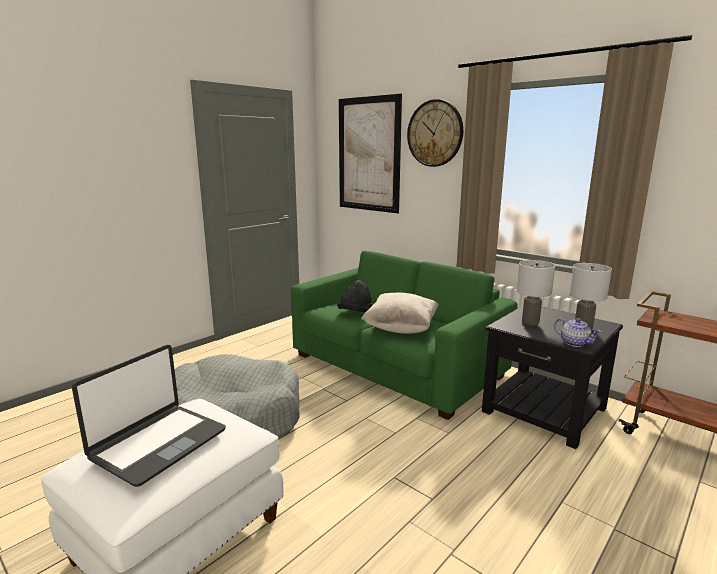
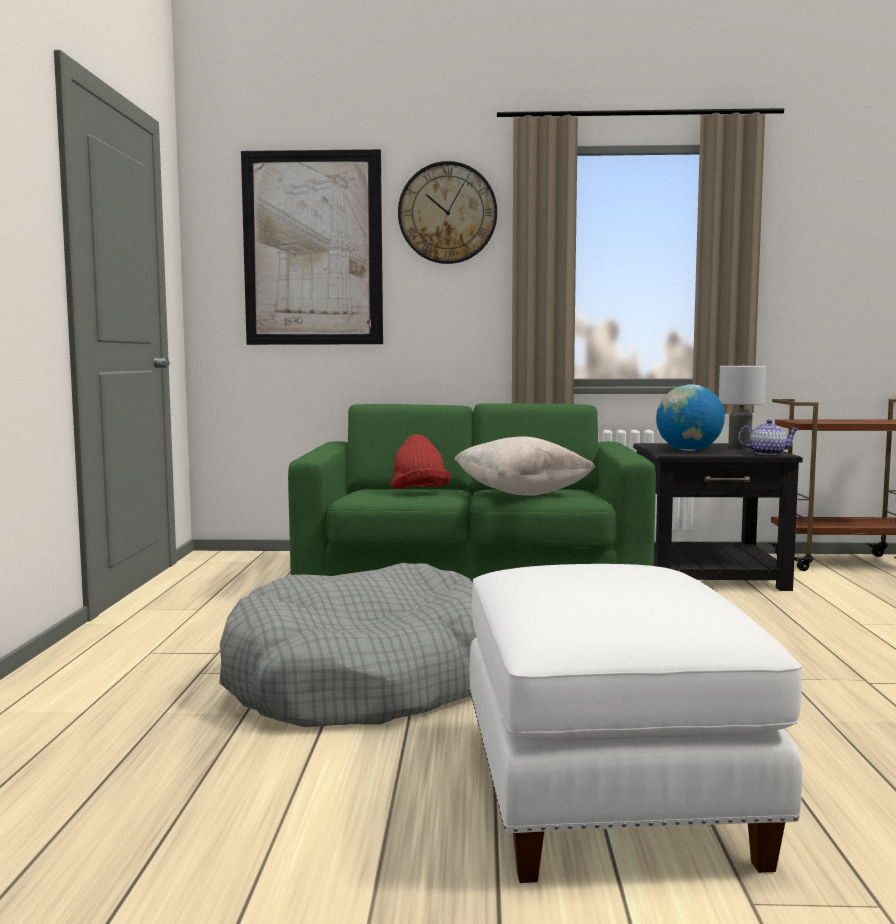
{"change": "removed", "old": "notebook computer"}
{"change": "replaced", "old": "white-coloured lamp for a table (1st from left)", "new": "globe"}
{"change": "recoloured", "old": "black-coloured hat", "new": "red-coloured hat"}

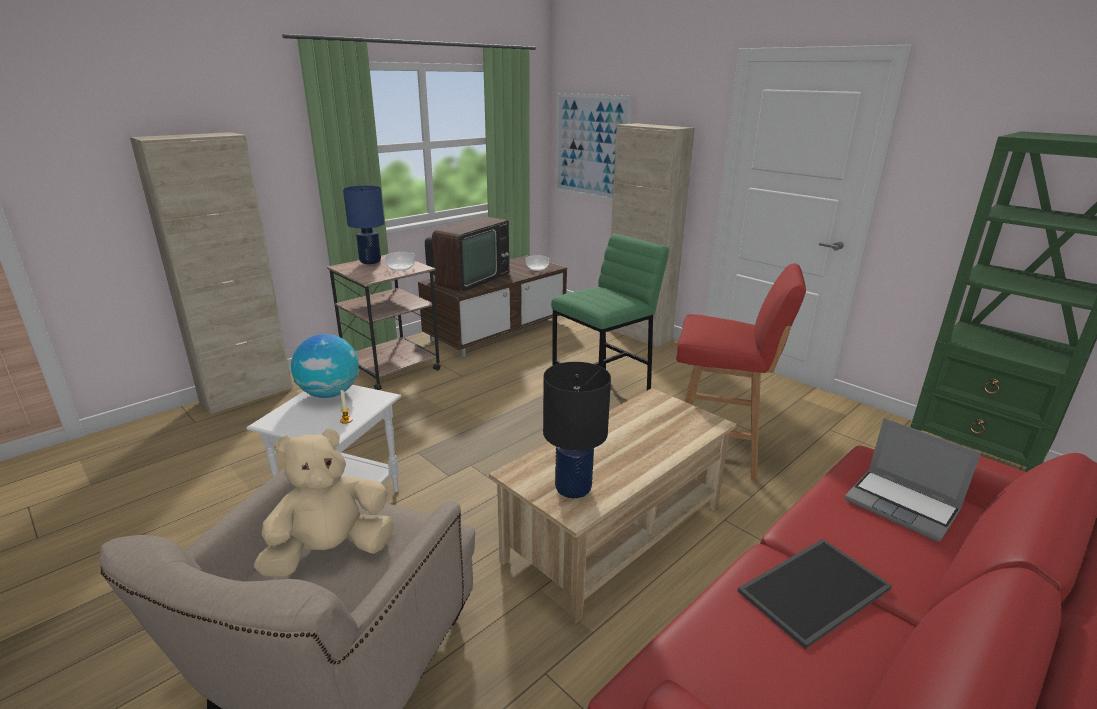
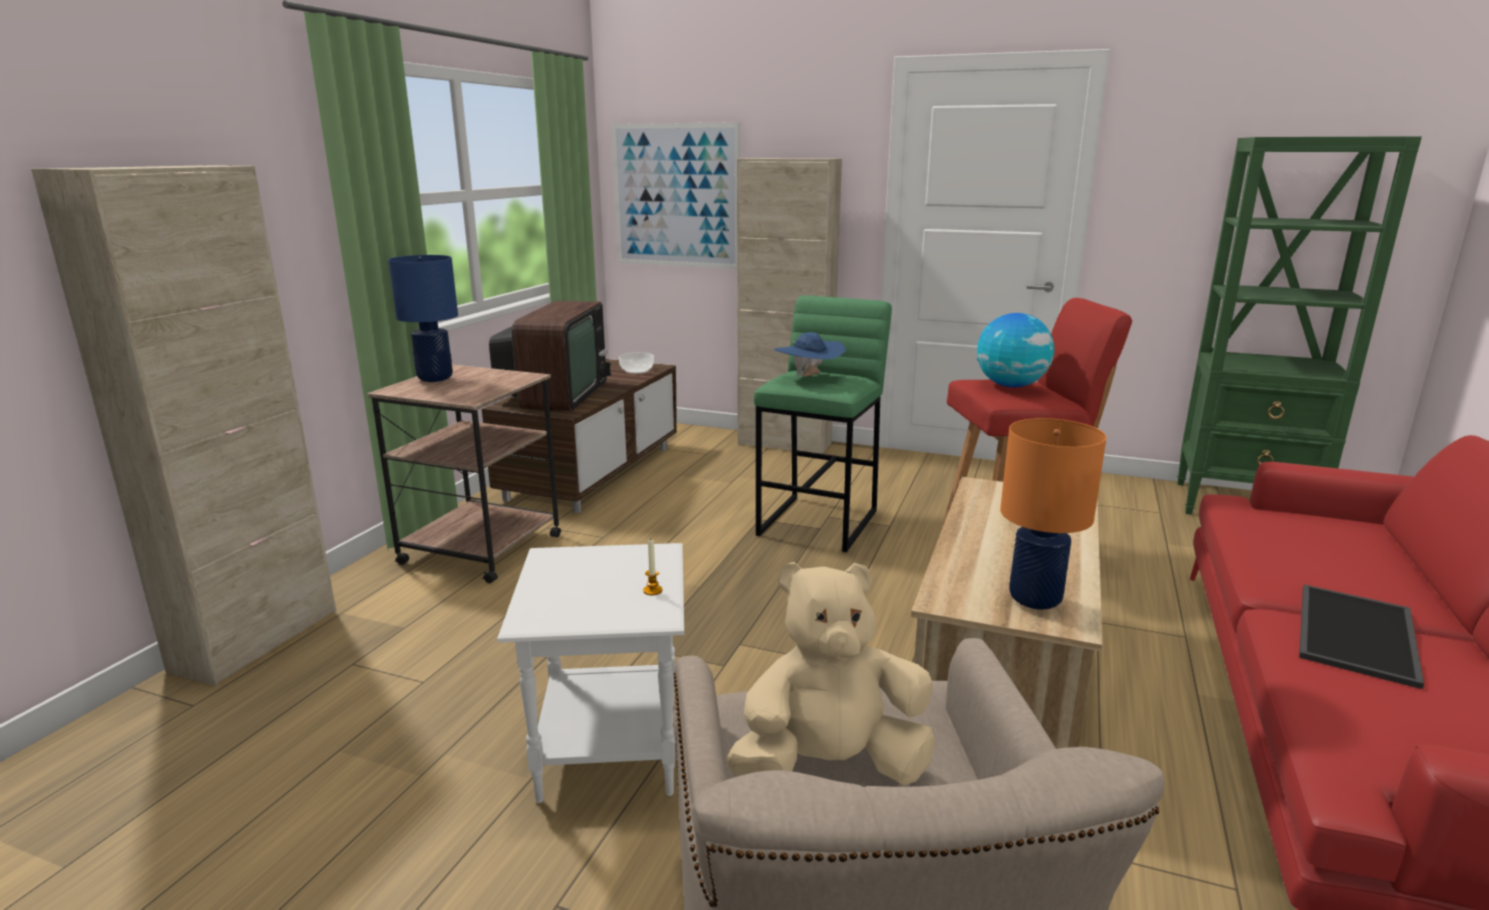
{"change": "removed", "old": "serving bowl (1st from left)"}
{"change": "removed", "old": "notebook computer"}
{"change": "added", "new": "blue-coloured hat"}
{"change": "moved", "old": "globe"}
{"change": "recoloured", "old": "black-coloured lamp for a table", "new": "orange-coloured lamp for a table"}
{"change": "turned", "old": "beige soft toy", "degrees": 45}

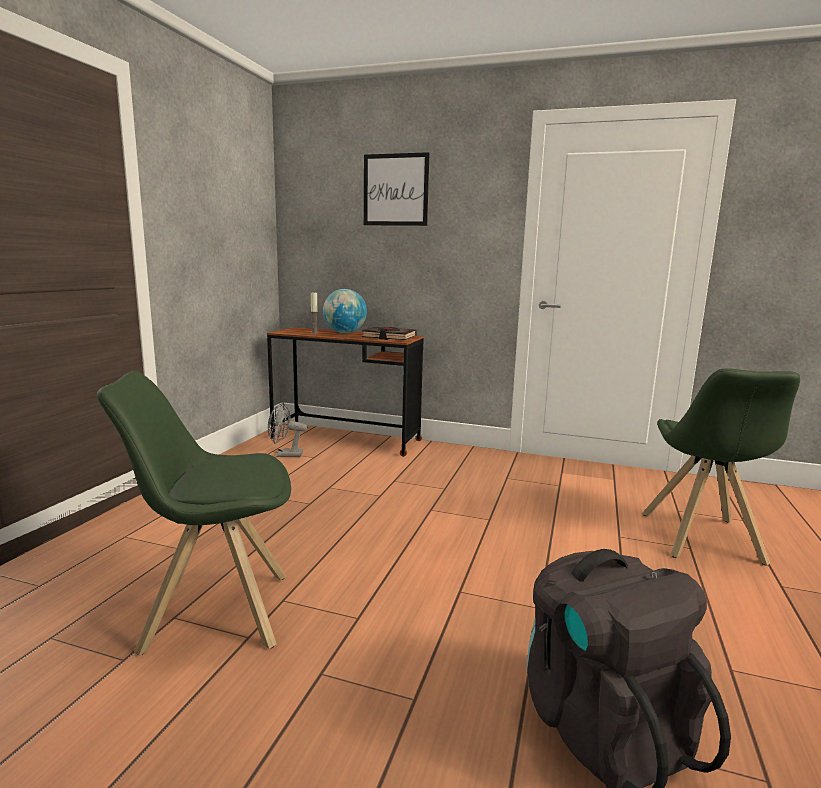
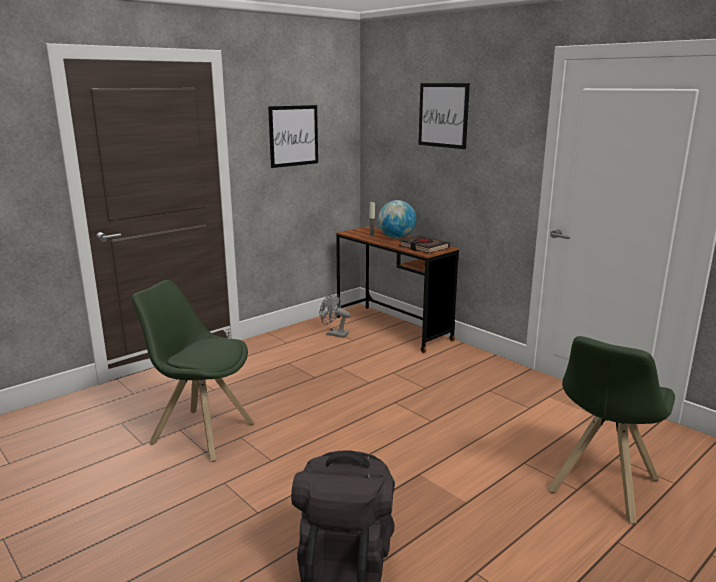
{"change": "added", "new": "wall picture (1st from left)"}

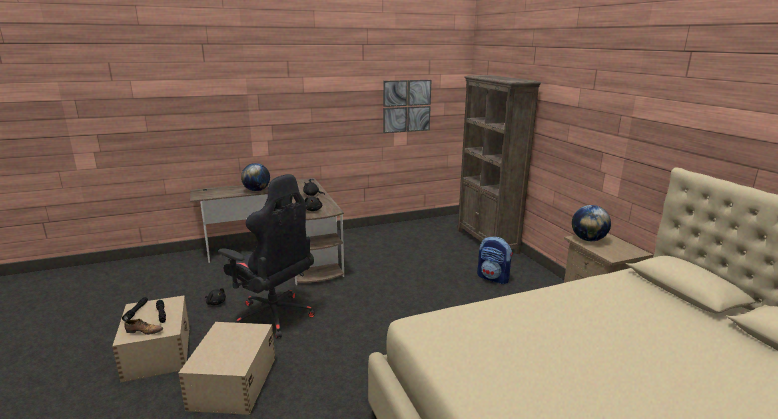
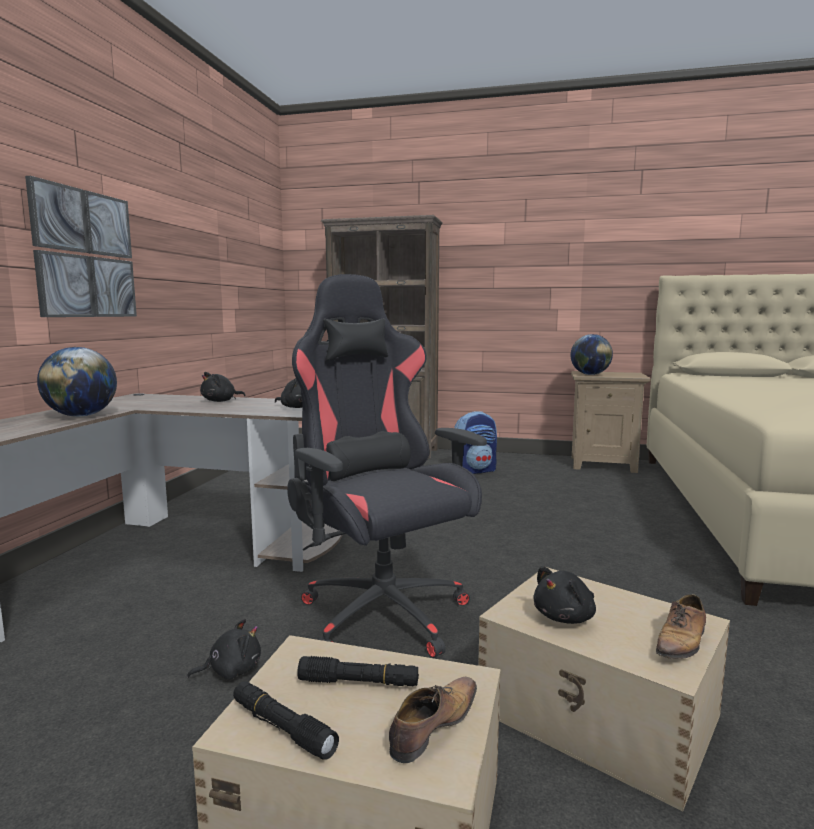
{"change": "added", "new": "black-coloured soft toy (4th from left)"}
{"change": "added", "new": "low shoe (2nd from left)"}
{"change": "moved", "old": "wall picture"}
{"change": "turned", "old": "black-coloured office chair", "degrees": -105}

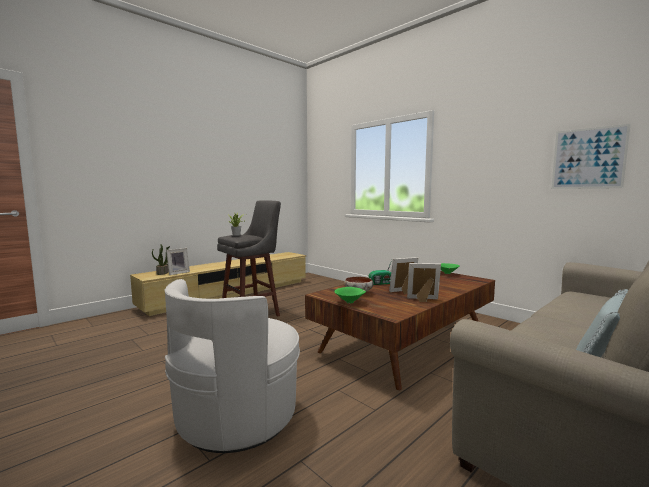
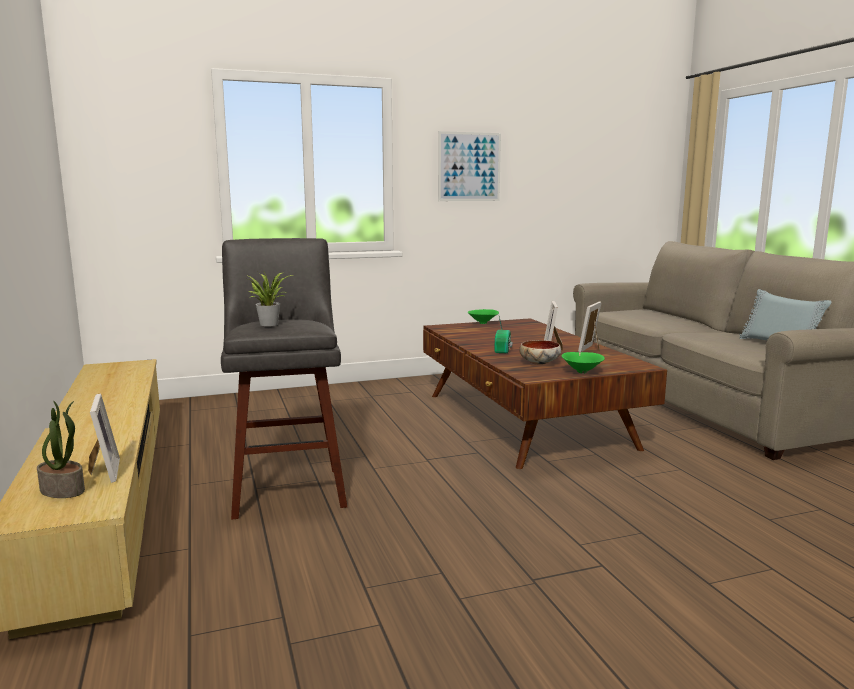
{"change": "removed", "old": "white-coloured lounge chair"}
{"change": "moved", "old": "wall picture"}

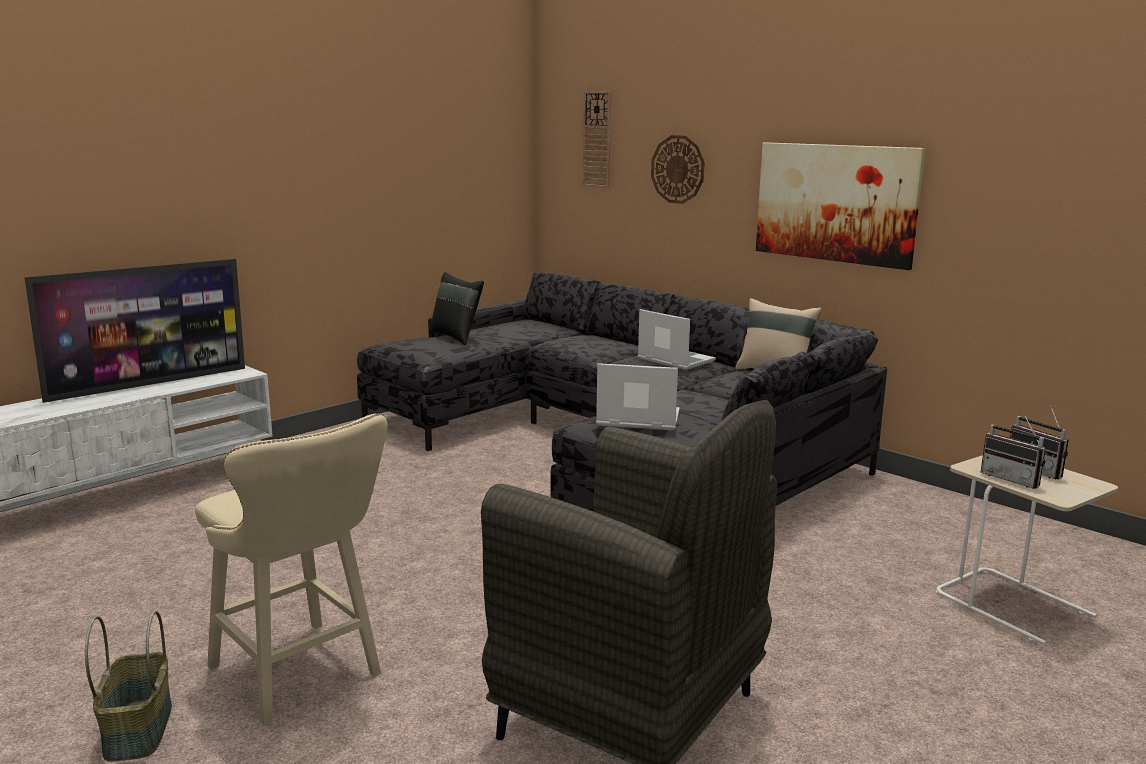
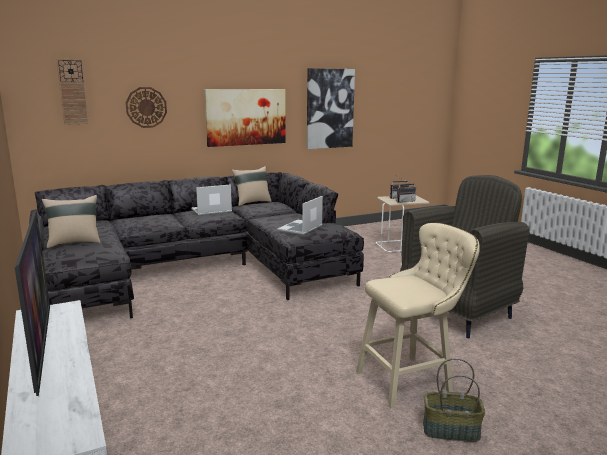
{"change": "added", "new": "wall picture (2nd from left)"}
{"change": "recoloured", "old": "black-coloured cushion", "new": "beige cushion (1st from left)"}

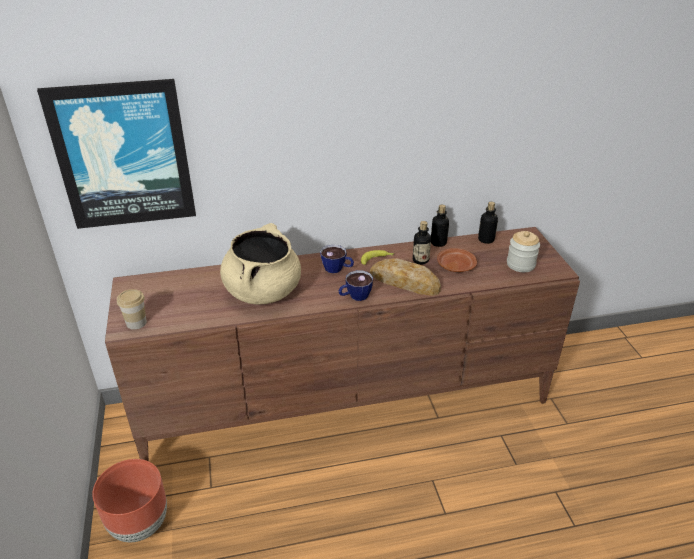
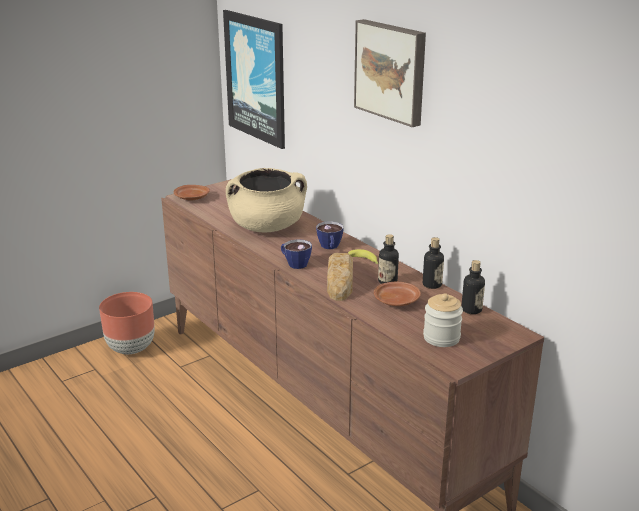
{"change": "added", "new": "wall picture (2nd from left)"}
{"change": "replaced", "old": "cup (1st from left)", "new": "brownish plate (1st from left)"}

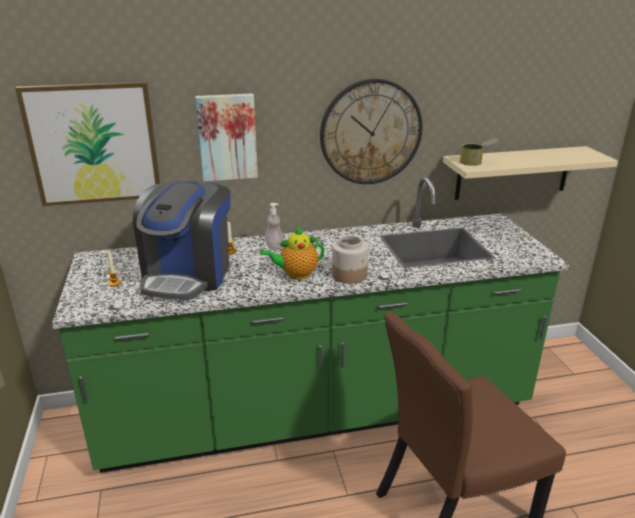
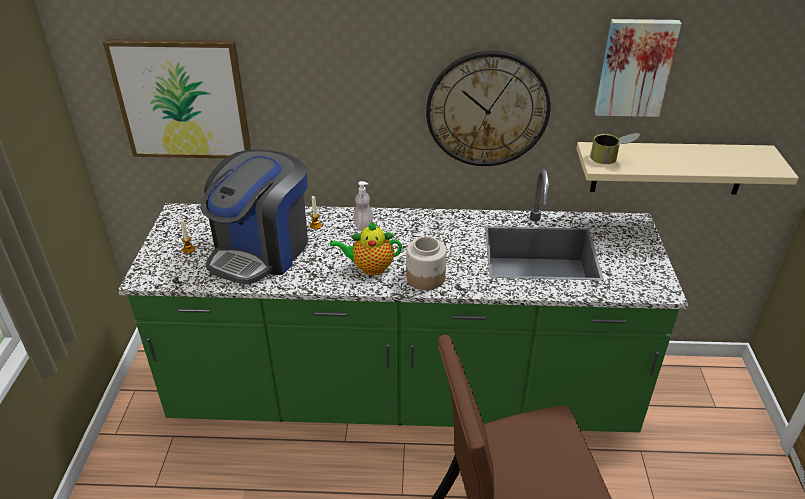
{"change": "moved", "old": "wall picture (2nd from left)"}

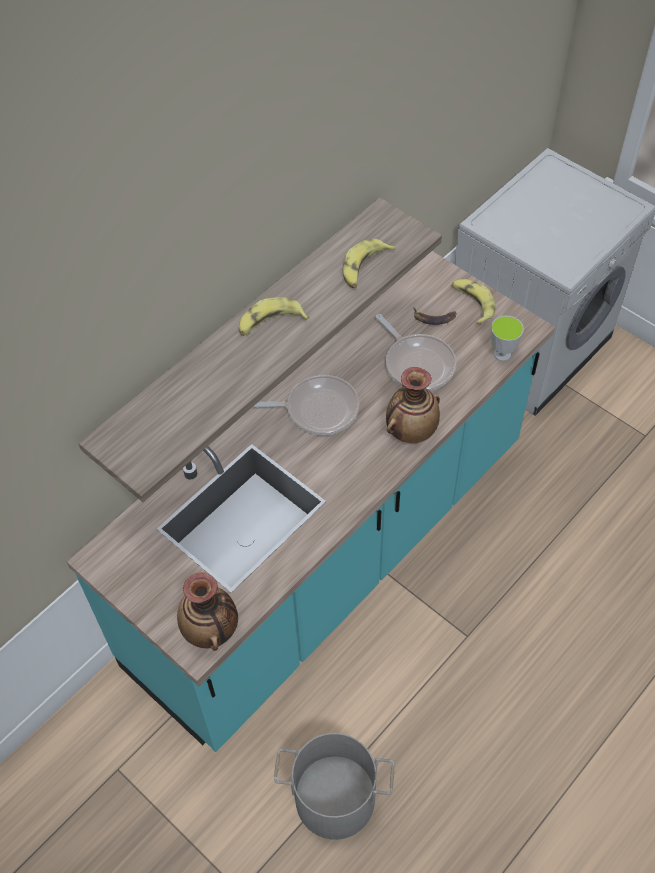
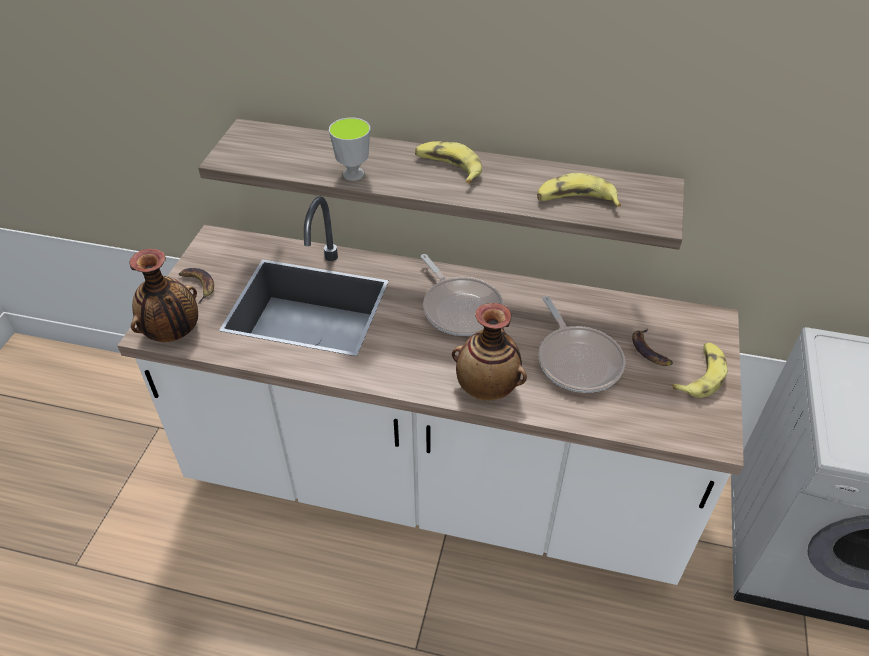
{"change": "removed", "old": "grey pail"}
{"change": "added", "new": "whole banana (1st from left)"}
{"change": "moved", "old": "cup"}
{"change": "recoloured", "old": "turquoise kitchen counter", "new": "white-coloured kitchen counter"}
{"change": "turned", "old": "skillet (2nd from left)", "degrees": -45}

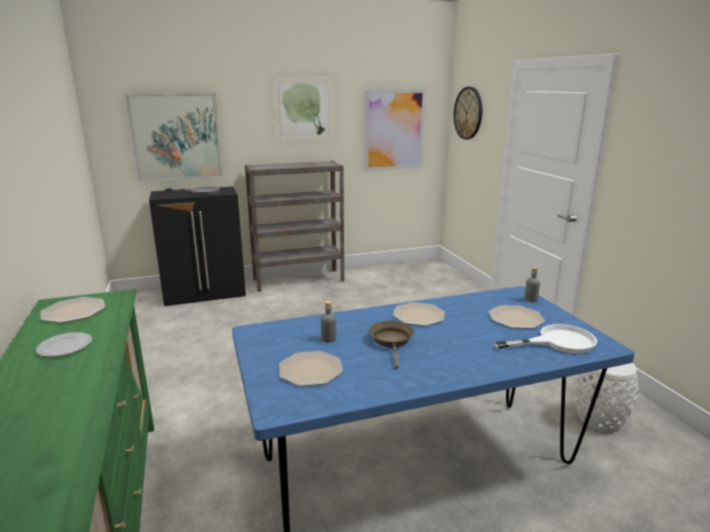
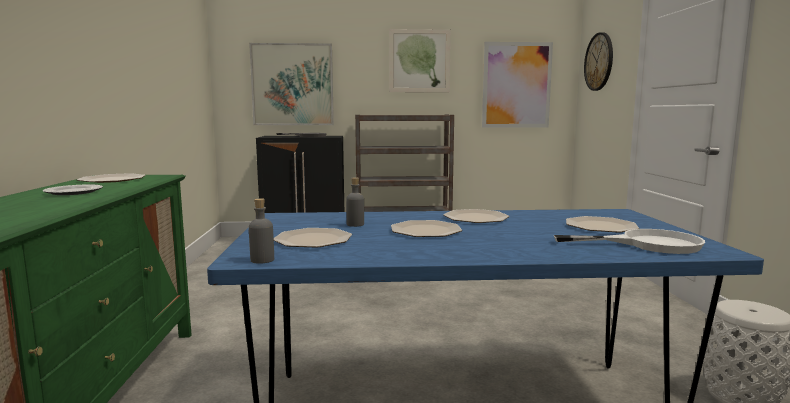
{"change": "moved", "old": "grey drink bottle (2nd from left in the first image)", "new": "grey drink bottle (1st from left)"}
{"change": "replaced", "old": "brownish skillet", "new": "plate (4th from left)"}

